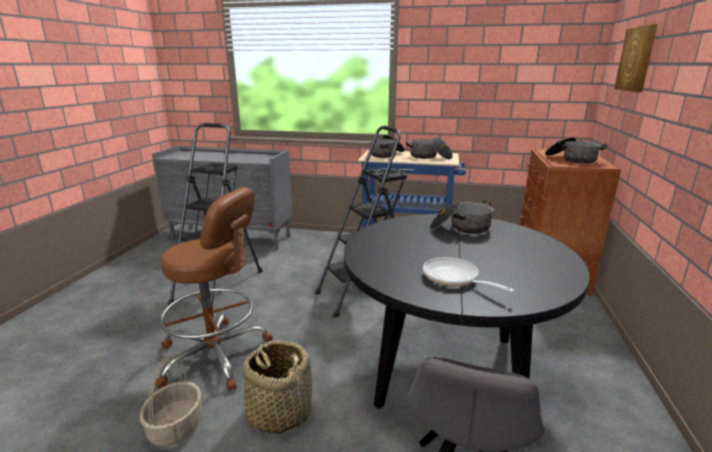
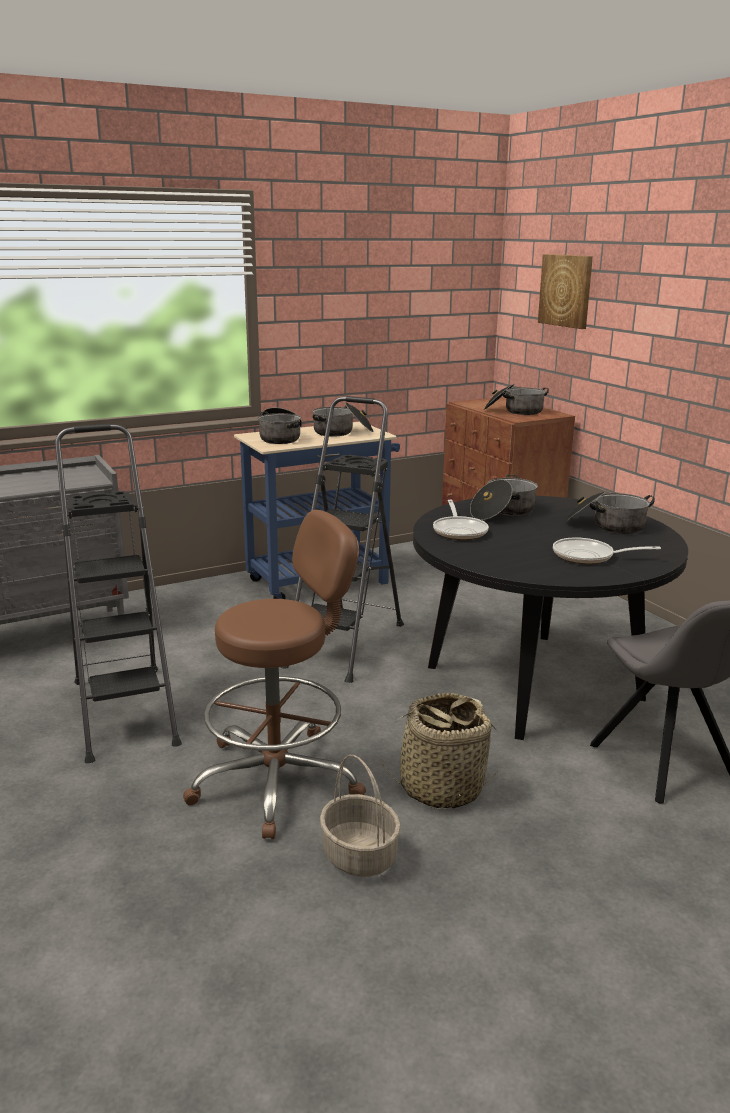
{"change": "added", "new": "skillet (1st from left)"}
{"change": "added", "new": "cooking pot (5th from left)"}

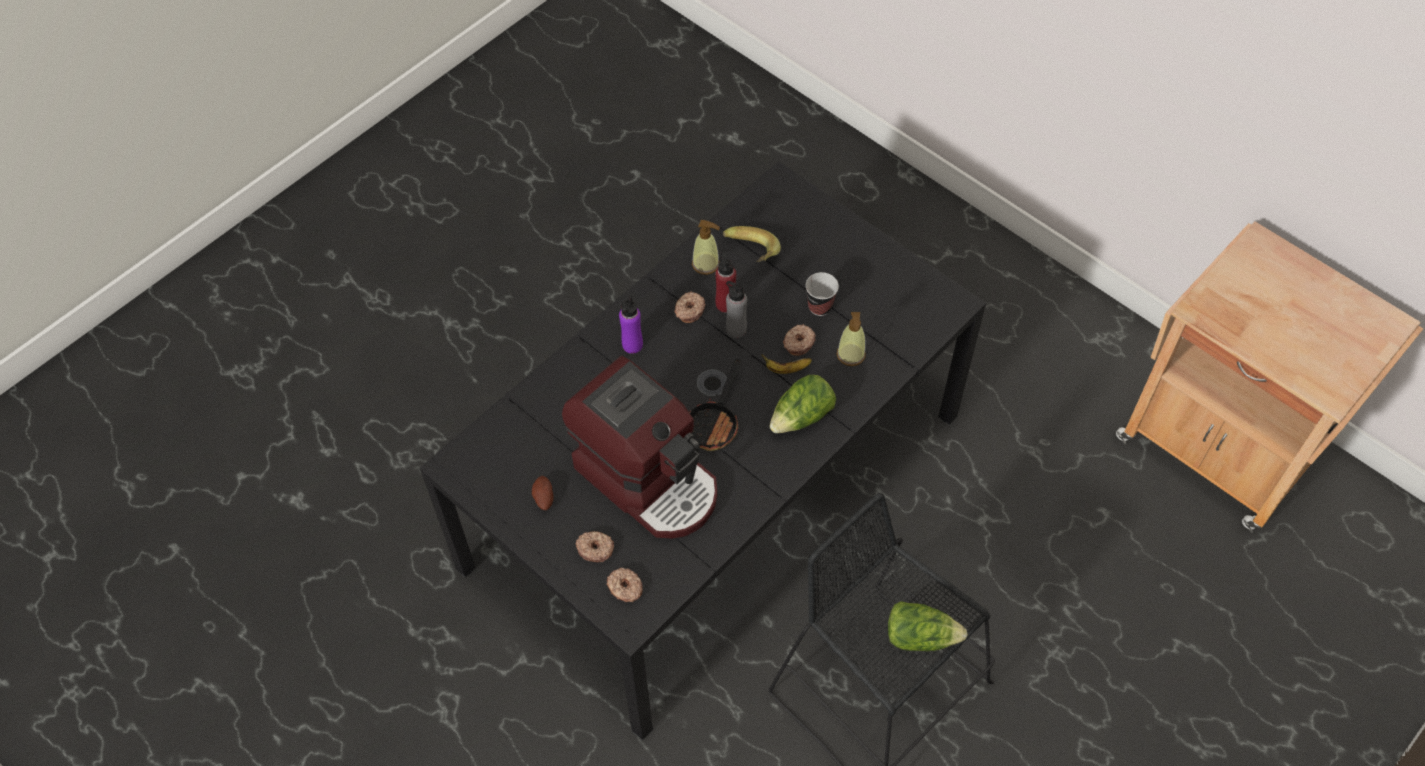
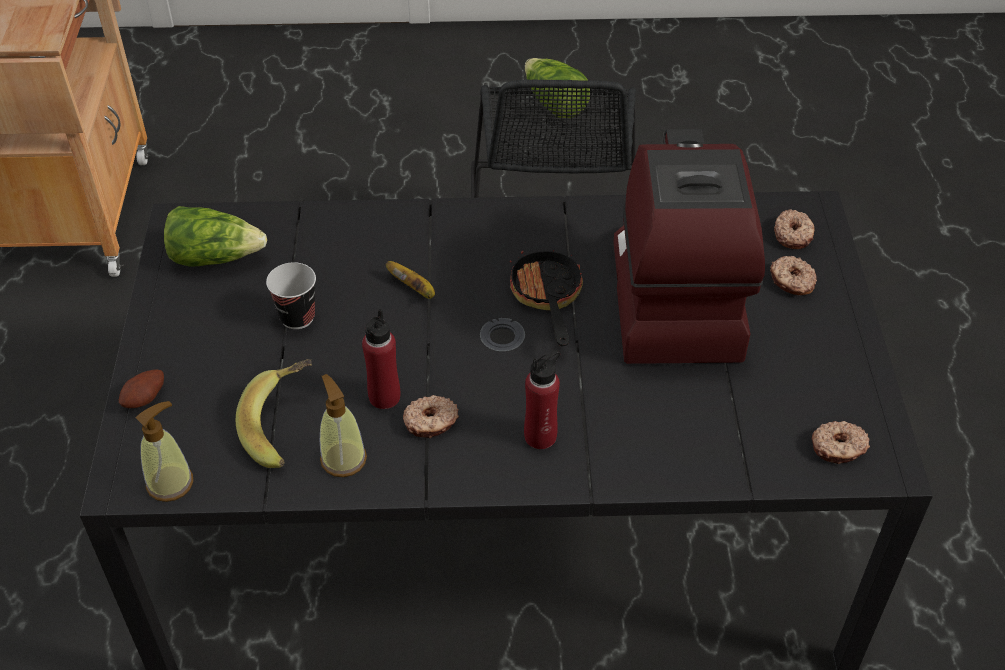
{"change": "removed", "old": "grey drink bottle"}
{"change": "moved", "old": "whole potato"}
{"change": "moved", "old": "head of lettuce (1st from left)"}
{"change": "moved", "old": "ring doughnut (4th from left)"}
{"change": "moved", "old": "soap bottle (2nd from left in the first image)", "new": "soap bottle (1st from left)"}
{"change": "recoloured", "old": "purplish drink bottle", "new": "red-coloured drink bottle (2nd from left)"}
{"change": "turned", "old": "skillet", "degrees": -75}

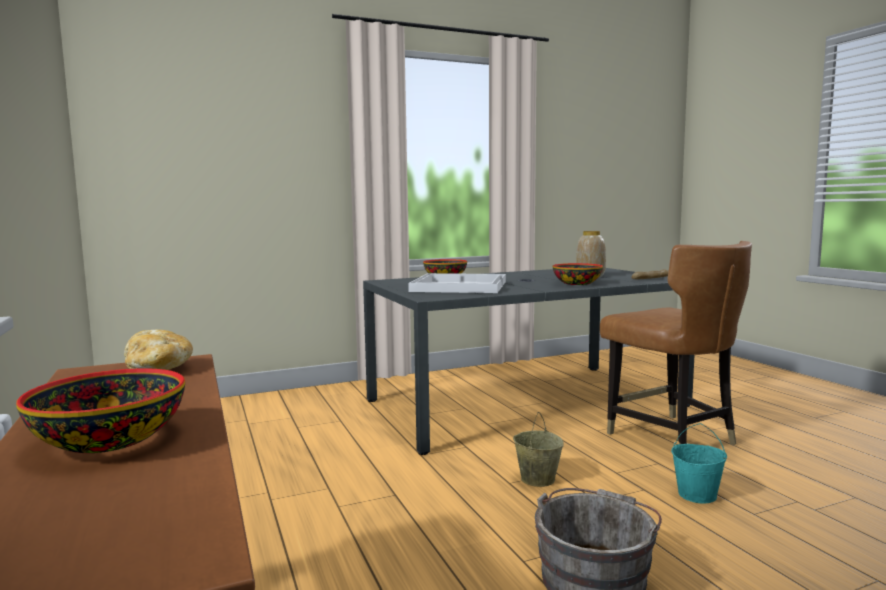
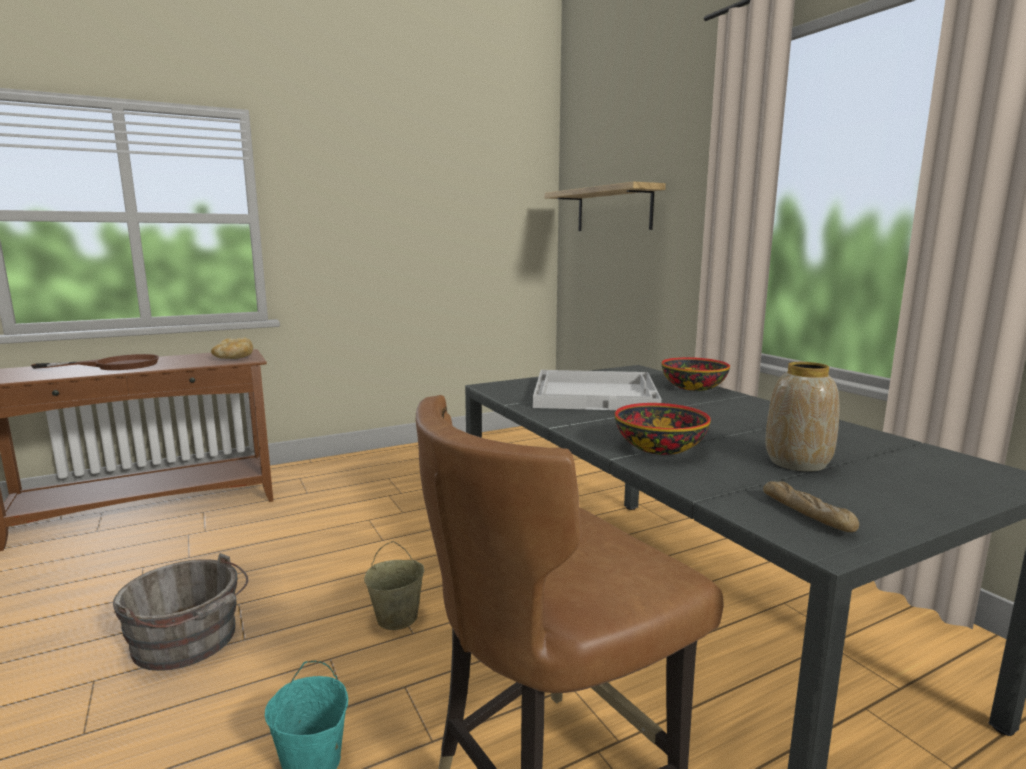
{"change": "added", "new": "bracket shelf"}
{"change": "replaced", "old": "serving bowl (1st from left)", "new": "brownish skillet"}

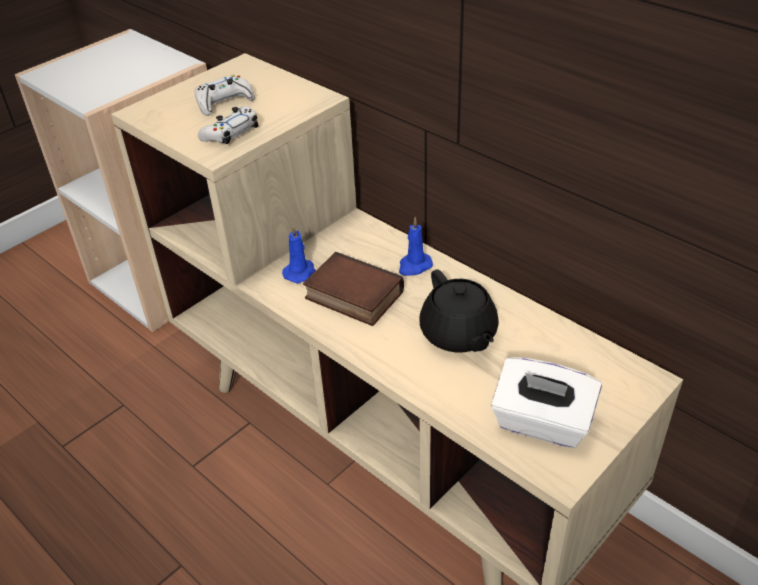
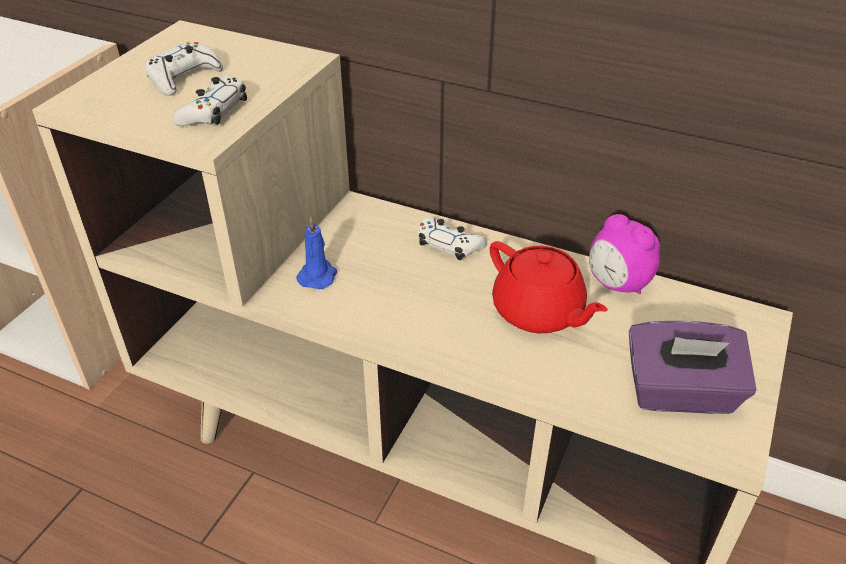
{"change": "removed", "old": "volume"}
{"change": "added", "new": "bedside clock"}
{"change": "replaced", "old": "blue-coloured wax candle (2nd from left)", "new": "white-coloured gamepad (3rd from left)"}
{"change": "recoloured", "old": "black-coloured tea pot", "new": "red-coloured tea pot"}
{"change": "recoloured", "old": "white-coloured box of tissues", "new": "purplish box of tissues"}

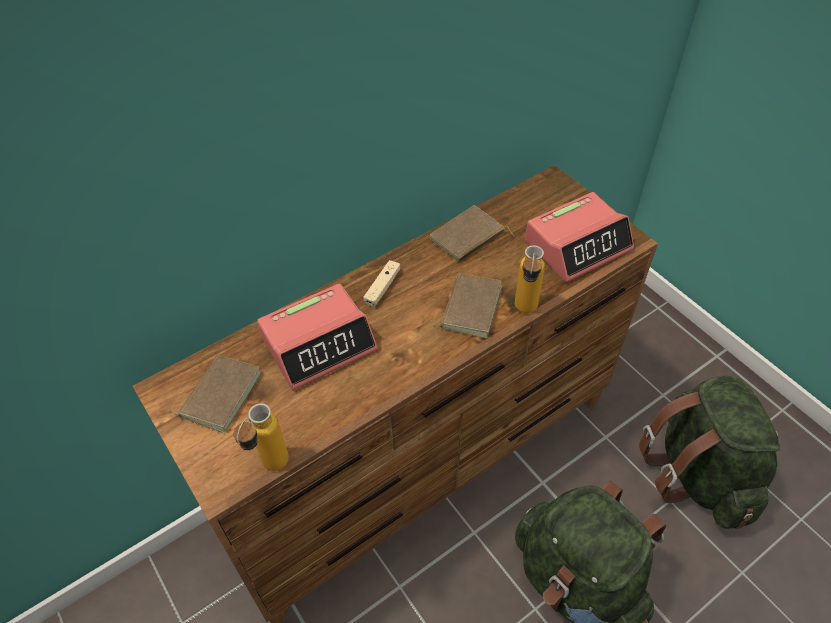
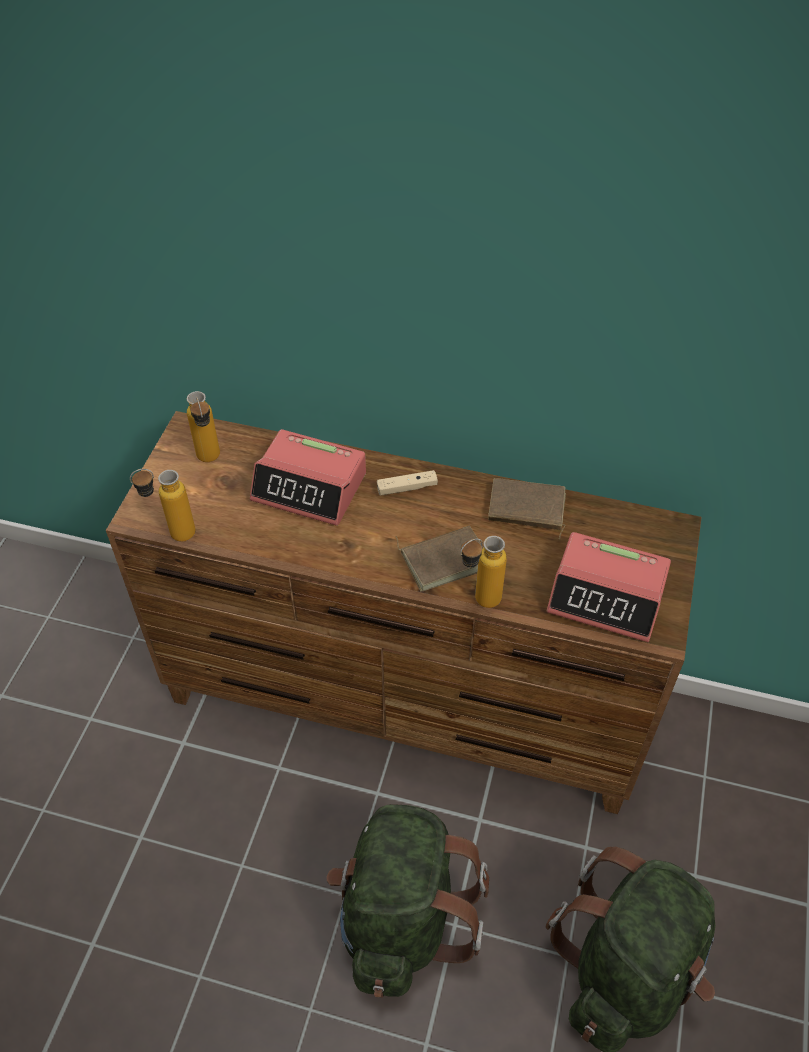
{"change": "replaced", "old": "brownish volume (1st from left)", "new": "drink bottle (2nd from left)"}

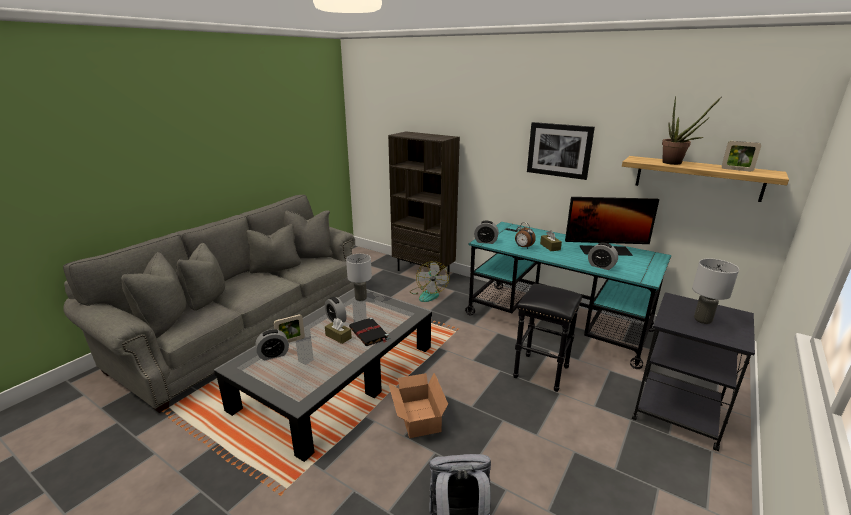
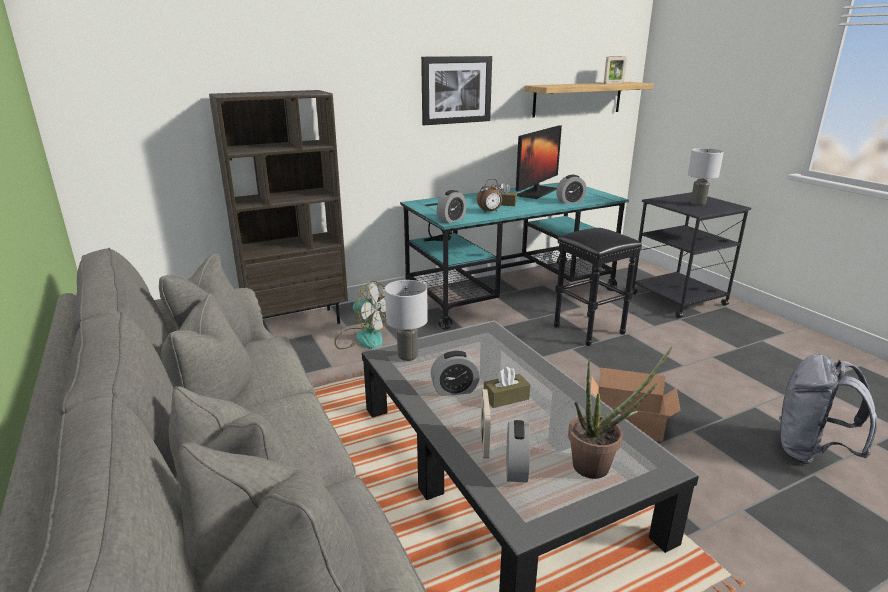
{"change": "removed", "old": "black-coloured volume"}
{"change": "moved", "old": "plant in a pot"}

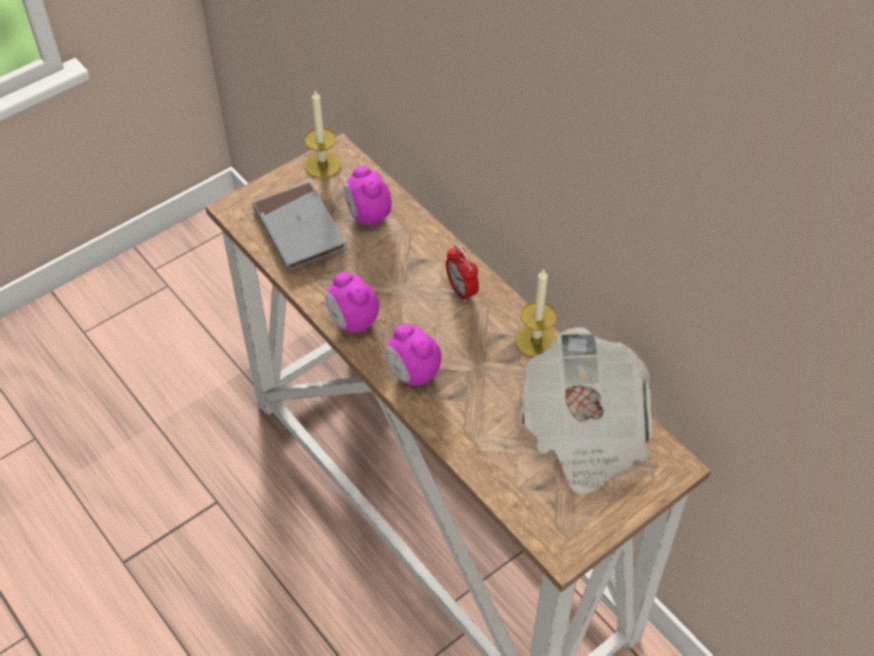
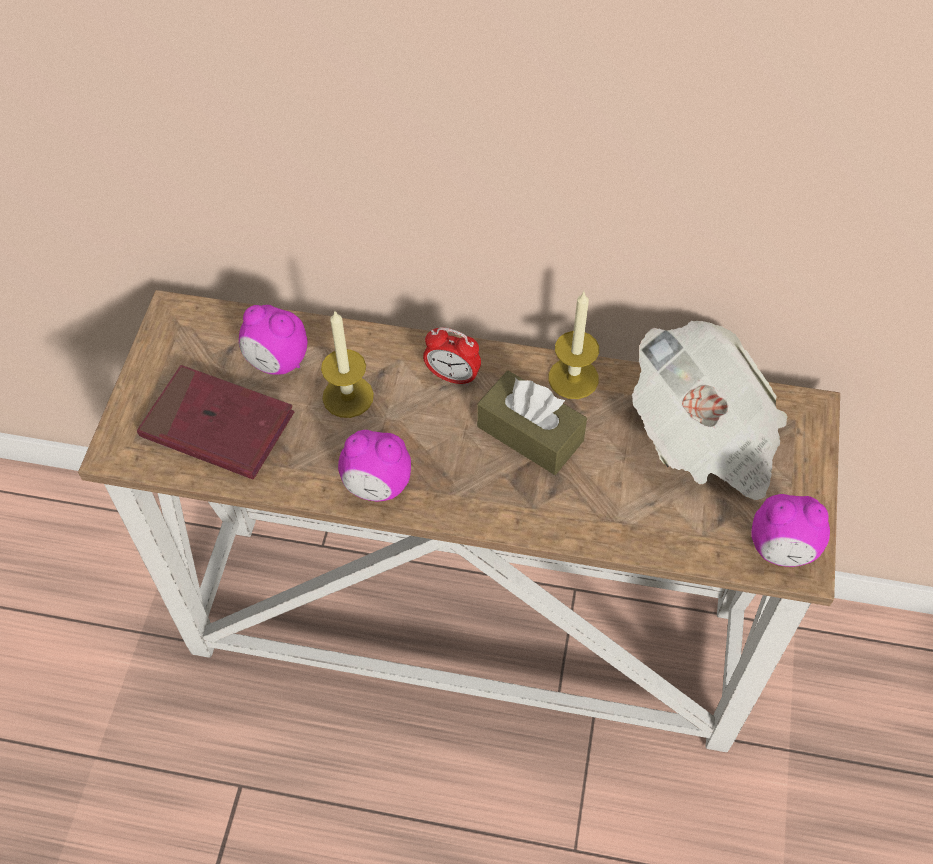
{"change": "added", "new": "brownish box of tissues"}
{"change": "moved", "old": "wax candle (1st from left)"}
{"change": "moved", "old": "bedside clock (3rd from left in the first image)", "new": "bedside clock (4th from left)"}
{"change": "recoloured", "old": "grey volume", "new": "red-coloured volume"}

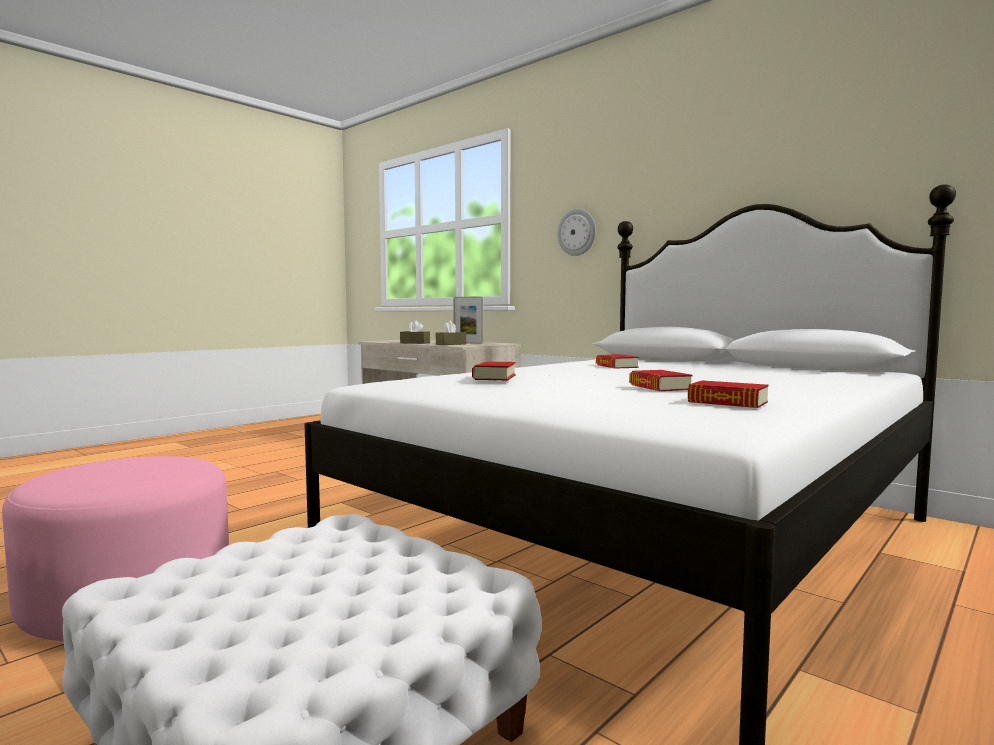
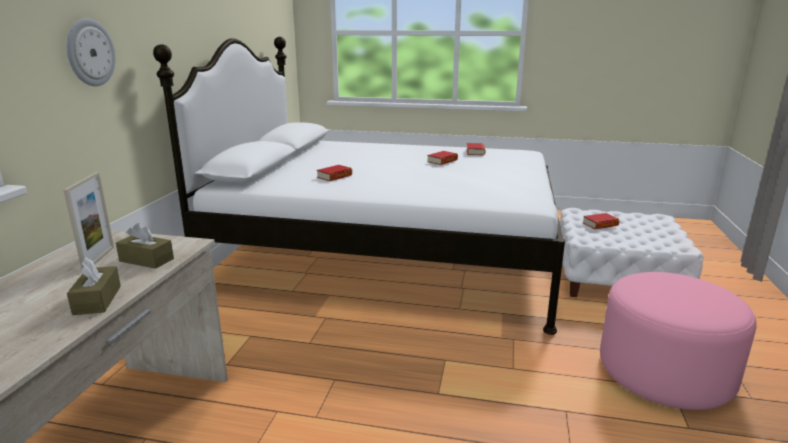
{"change": "moved", "old": "volume (1st from left in the first image)", "new": "volume (4th from left)"}

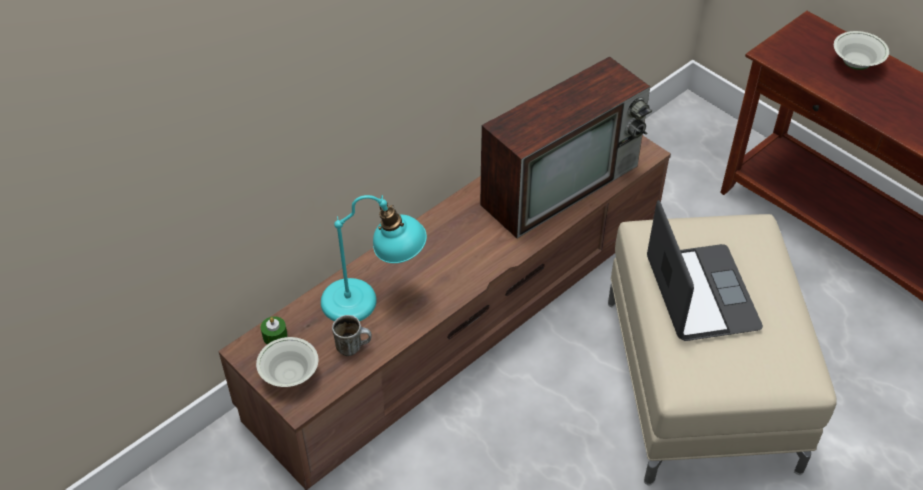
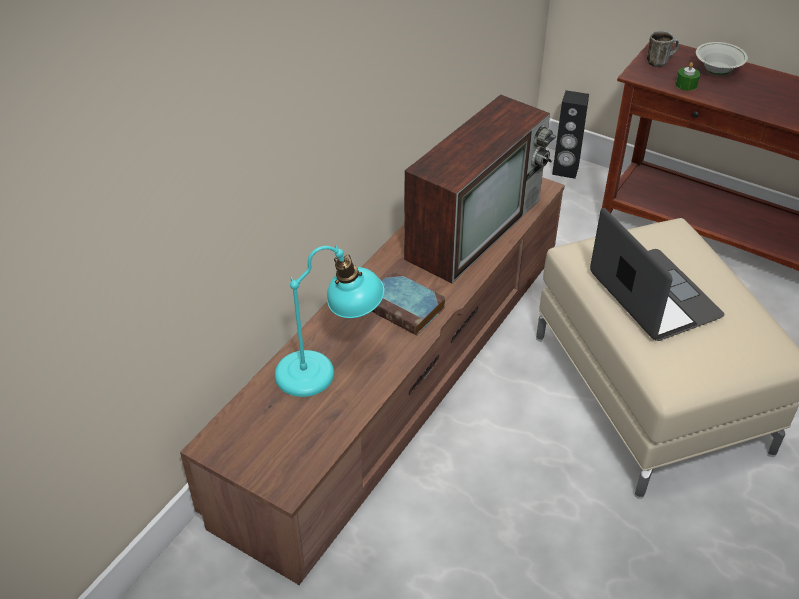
{"change": "removed", "old": "white-coloured serving bowl (1st from left)"}
{"change": "added", "new": "volume"}
{"change": "added", "new": "black-coloured speaker"}
{"change": "moved", "old": "green-coloured wax candle"}
{"change": "moved", "old": "mug"}

